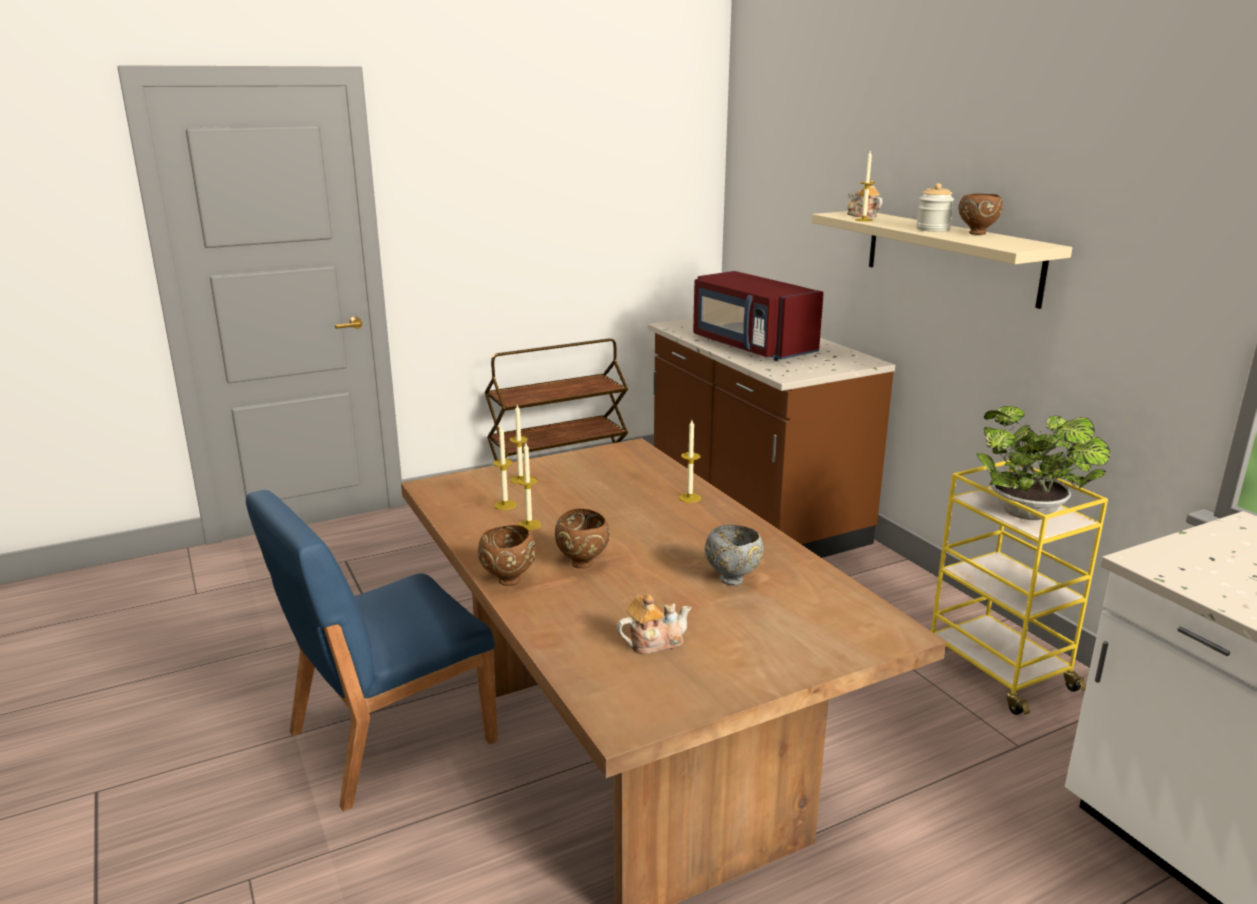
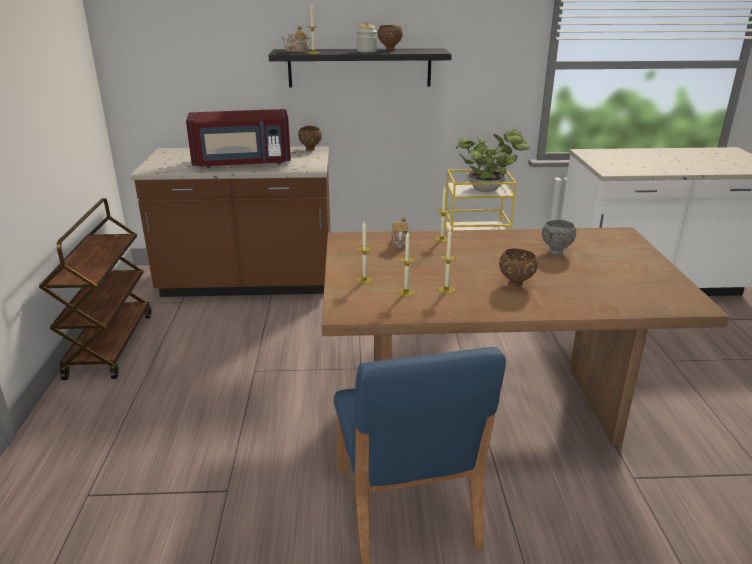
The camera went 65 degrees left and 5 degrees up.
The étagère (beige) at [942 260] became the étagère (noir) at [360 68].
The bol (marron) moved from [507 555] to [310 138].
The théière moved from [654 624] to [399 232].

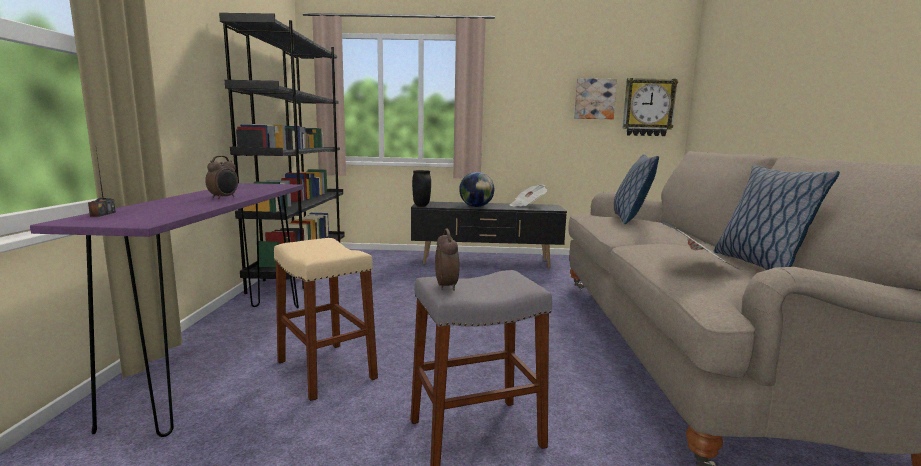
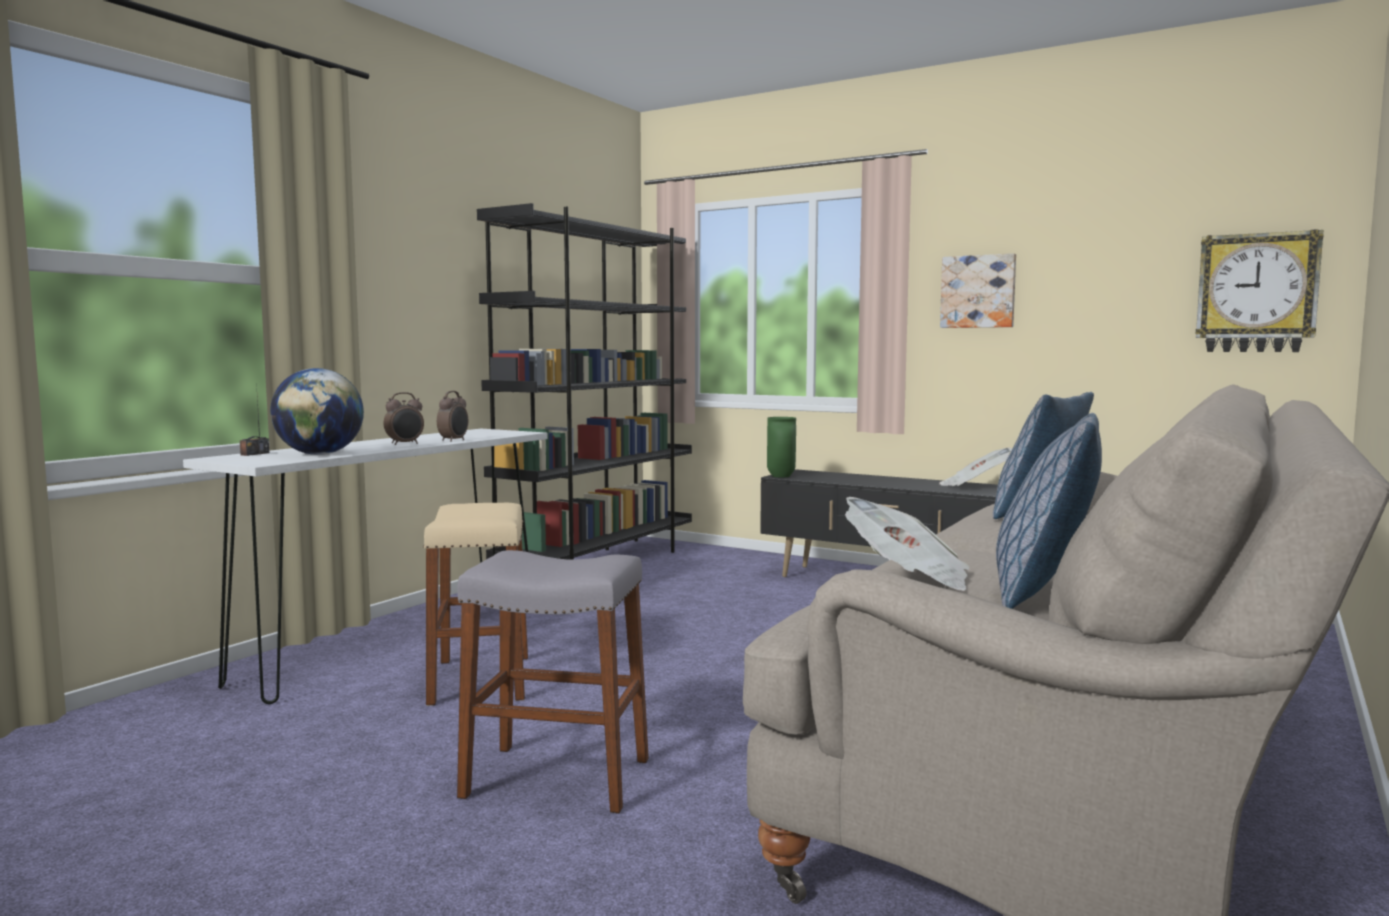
The camera went 30 degrees right and 5 degrees down.
The tableau moved from [595 98] to [978 290].
The vase (noir) at [421 188] became the vase (vert) at [781 447].
The globe moved from [476 189] to [317 411].
The table console (violet) at [166 310] became the table console (blanc) at [365 566].
The réveil moved from [447 260] to [452 416].

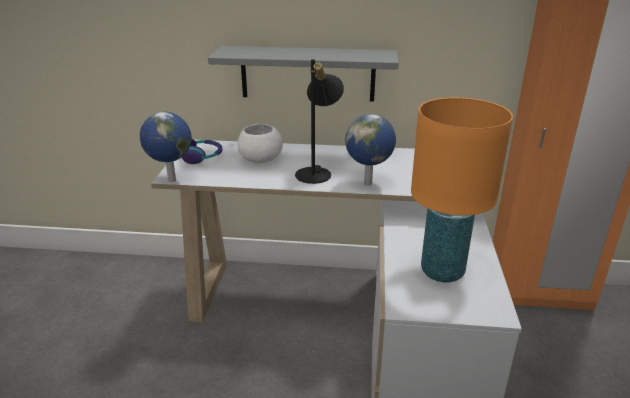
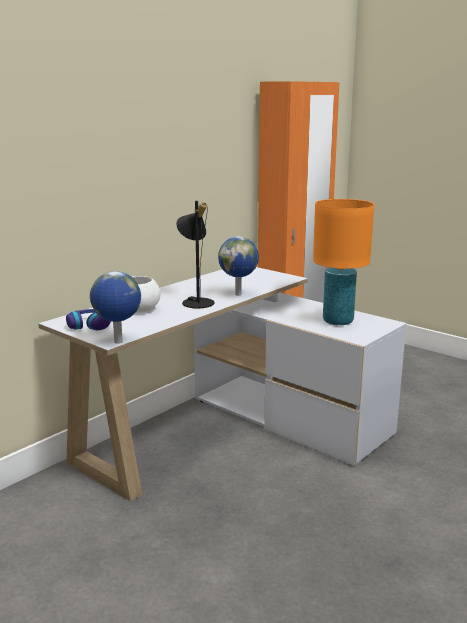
The camera went 55 degrees left and 10 degrees down.
The étagère (gris) at [303 74] disappeared.

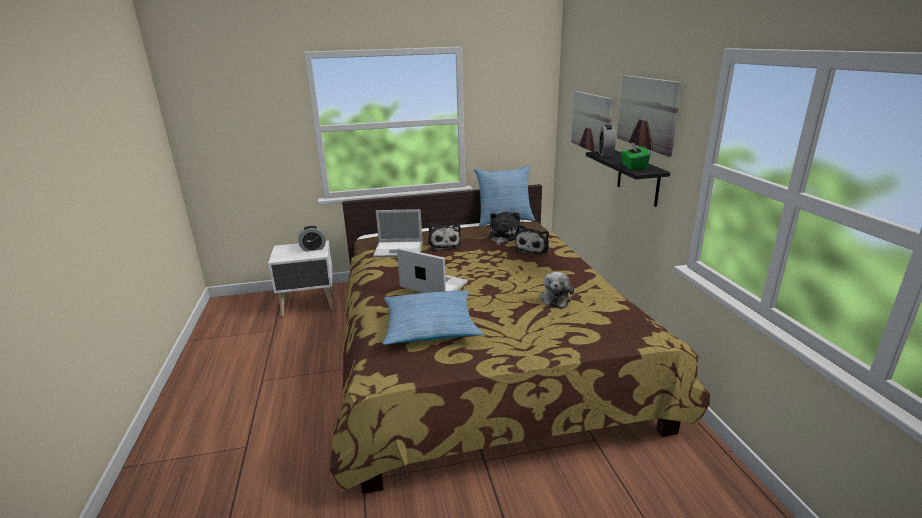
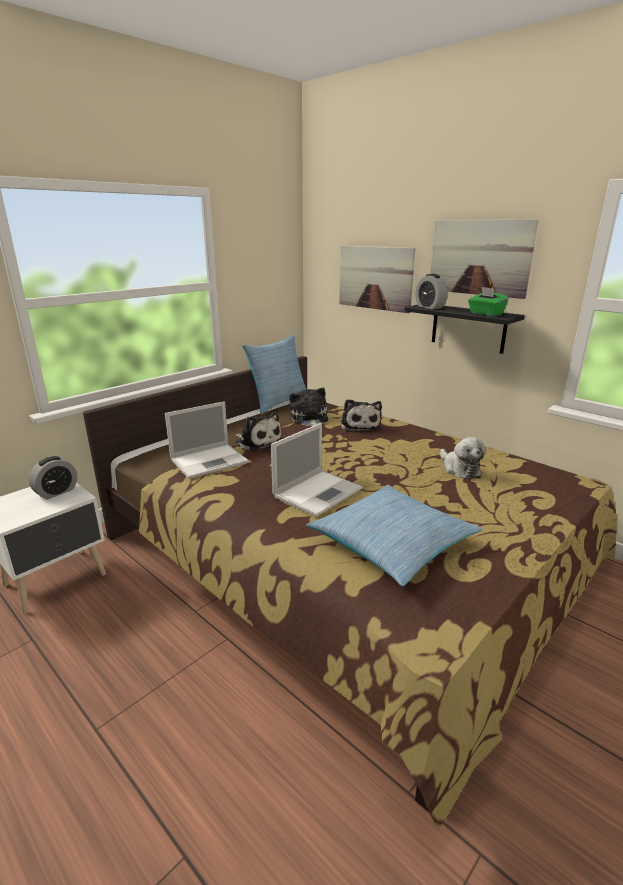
The camera went 35 degrees left and 0 degrees up.
The ordinateur portable at [432 270] turned 135 degrees clockwise.

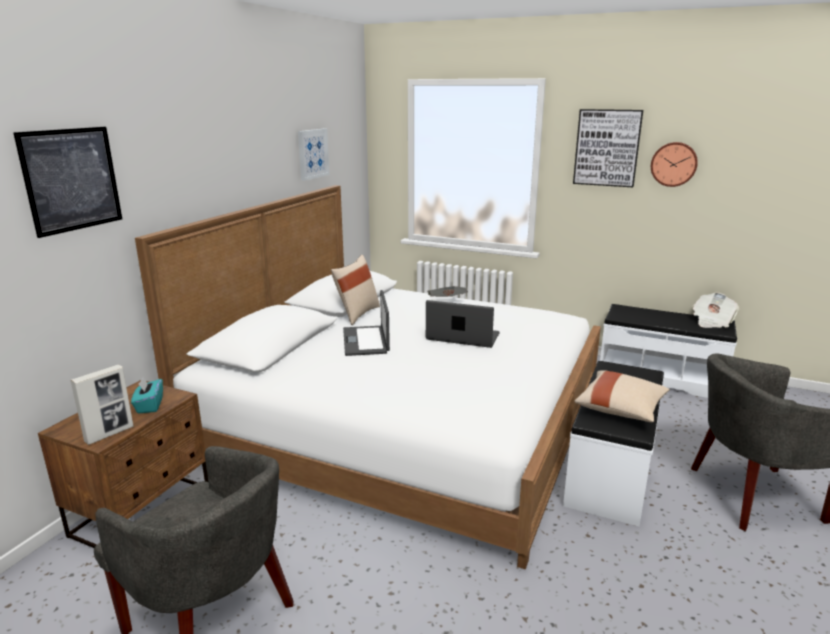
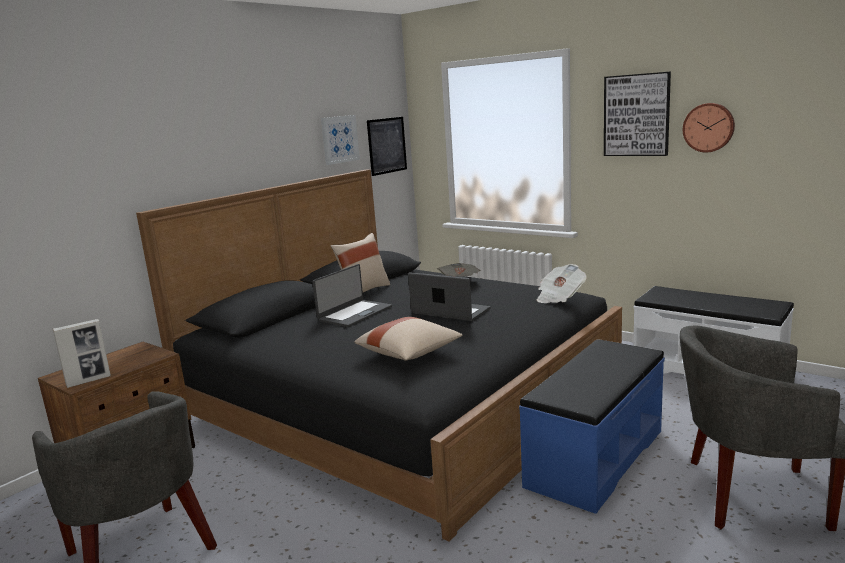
The camera went 15 degrees right and 5 degrees down.
The tableau moved from [67 182] to [387 146].
The lit (blanc) at [368 377] became the lit (noir) at [379 355].
The ordinateur portable at [366 323] turned 150 degrees counterclockwise.
The journal moved from [716 310] to [562 283].
The banc (blanc) at [613 444] became the banc (bleu) at [592 426].
The coussin (beige) moved from [622 396] to [408 339].
The boîte à mouchoirs (turquoise) at [147 395] disappeared.

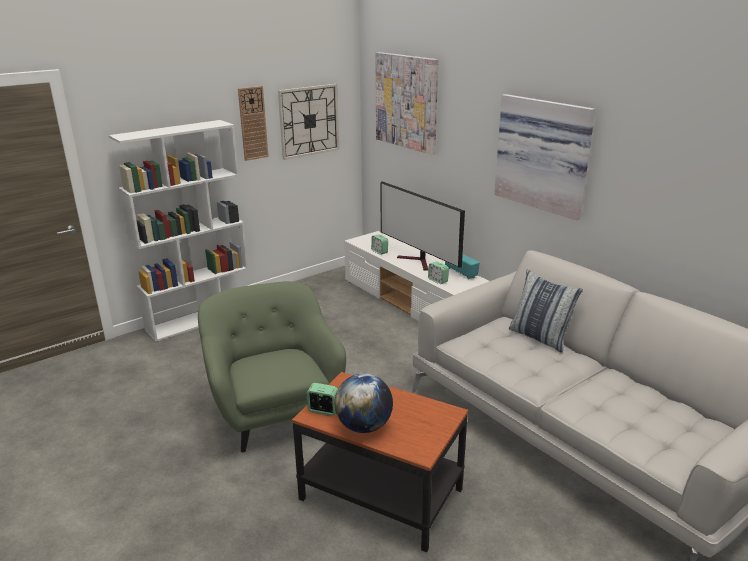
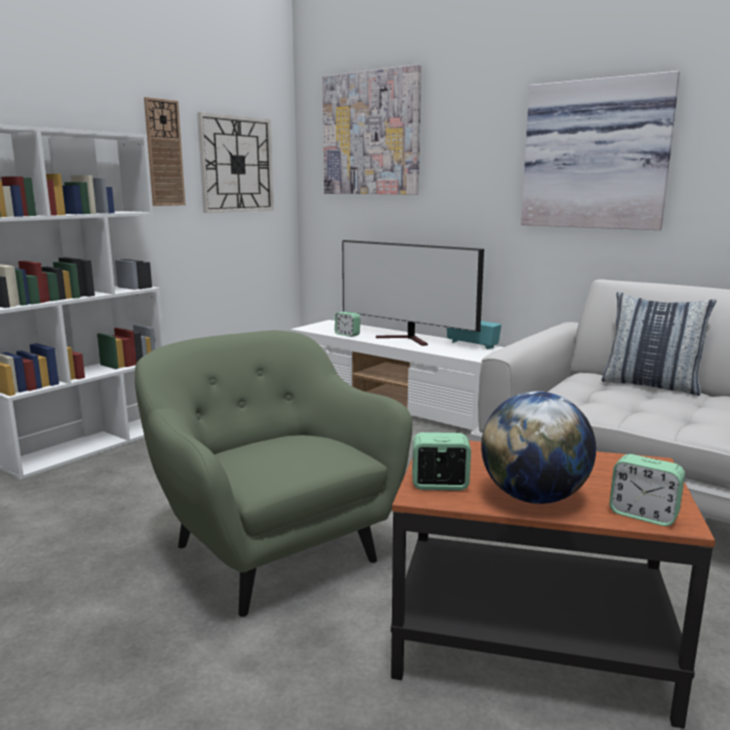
The camera went 15 degrees left and 10 degrees down.
The réveil moved from [438 272] to [647 490].

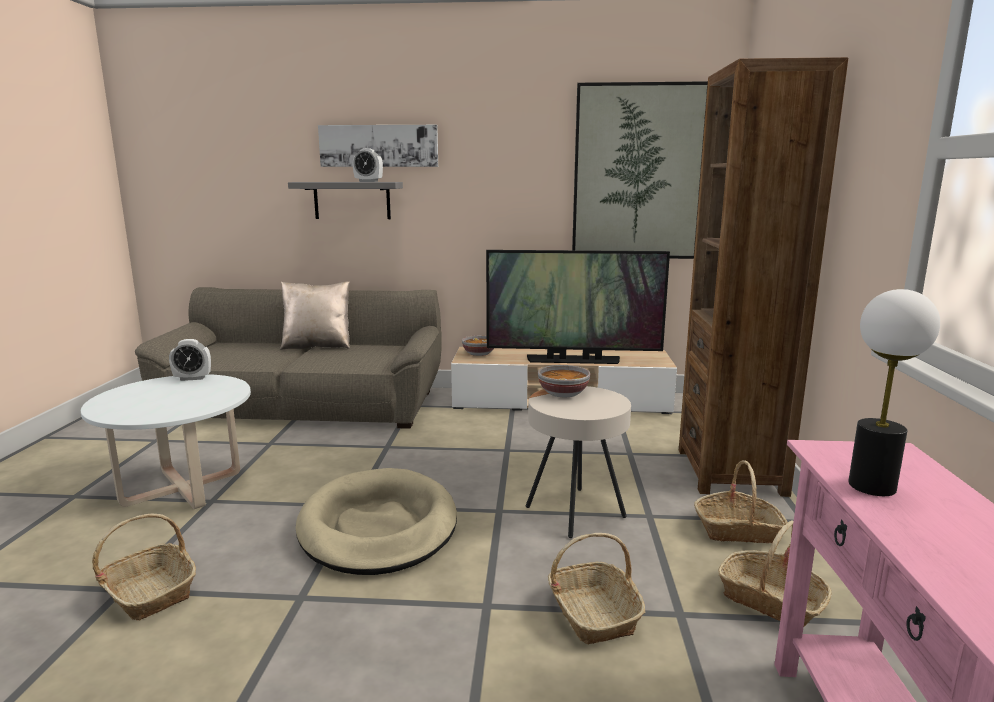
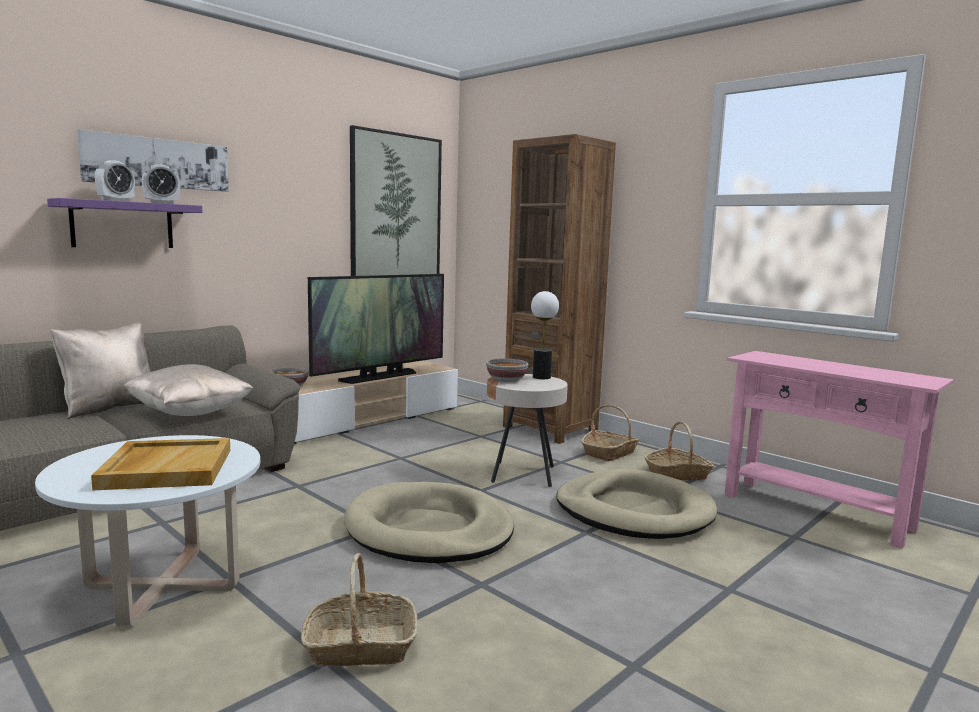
The camera went 50 degrees left and 5 degrees down.
The étagère (gris) at [345 200] became the étagère (violet) at [125 223].
The lampe de table moved from [894 392] to [545 335].
The réveil moved from [190 360] to [115 181].
The panier at [596 589] was replaced by the panier pour chien (beige) at [636 504].
The coussin (beige) at [188 390] appeared.
The plateau (beige) at [160 464] appeared.

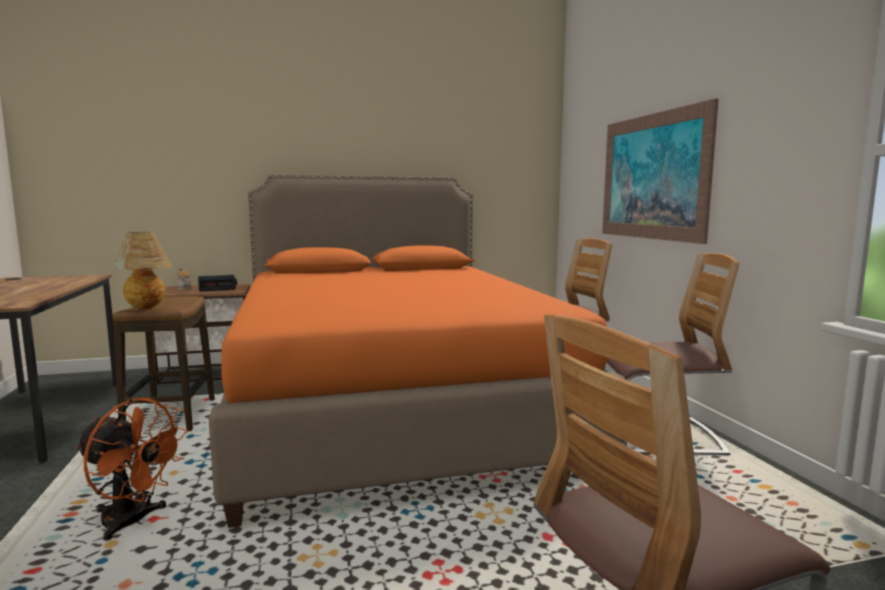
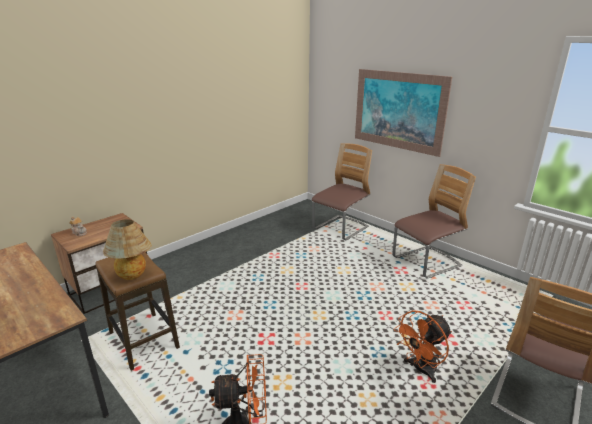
The camera went 30 degrees left and 15 degrees up.
The lit (orange) at [417 351] disappeared.
The réveil at [217 283] disappeared.
The ventilateur (orange) at [423 346] appeared.

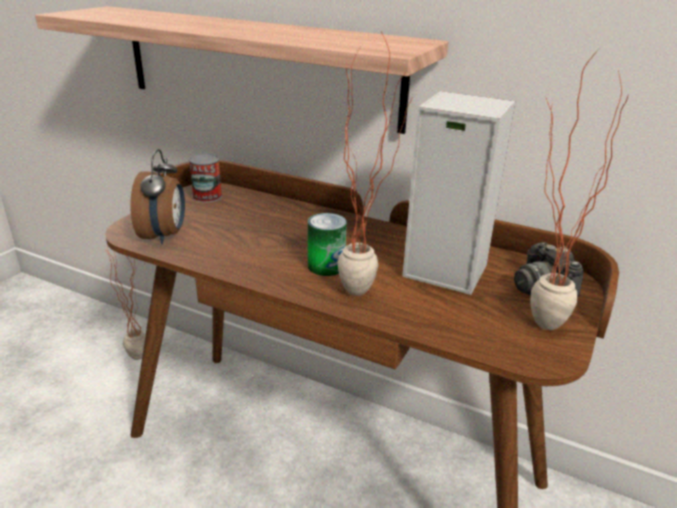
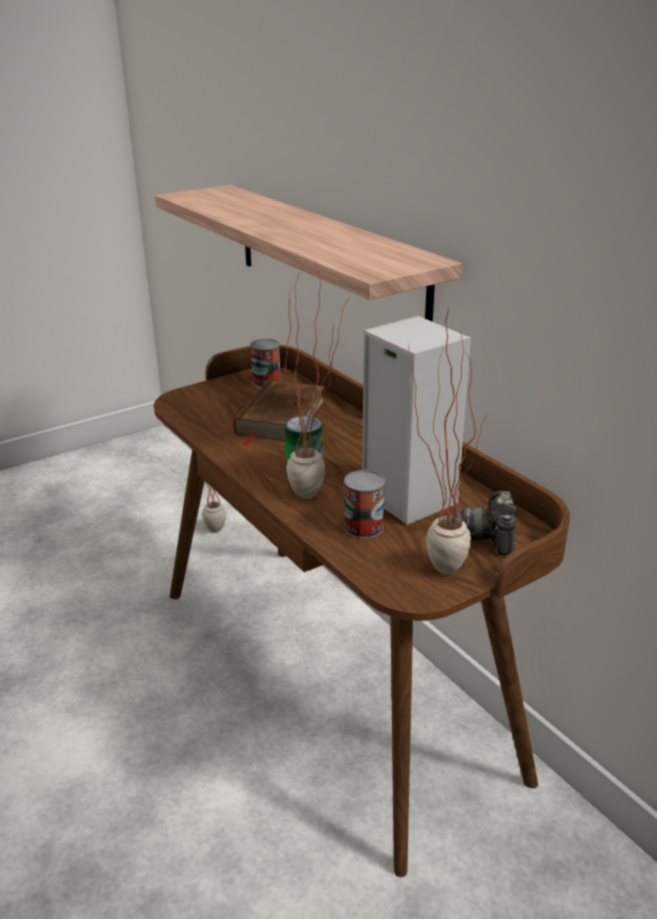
The camera went 30 degrees right and 0 degrees up.
The réveil at [158 196] disappeared.
The livre (marron) at [279 413] appeared.
The boîte métallique at [364 504] appeared.

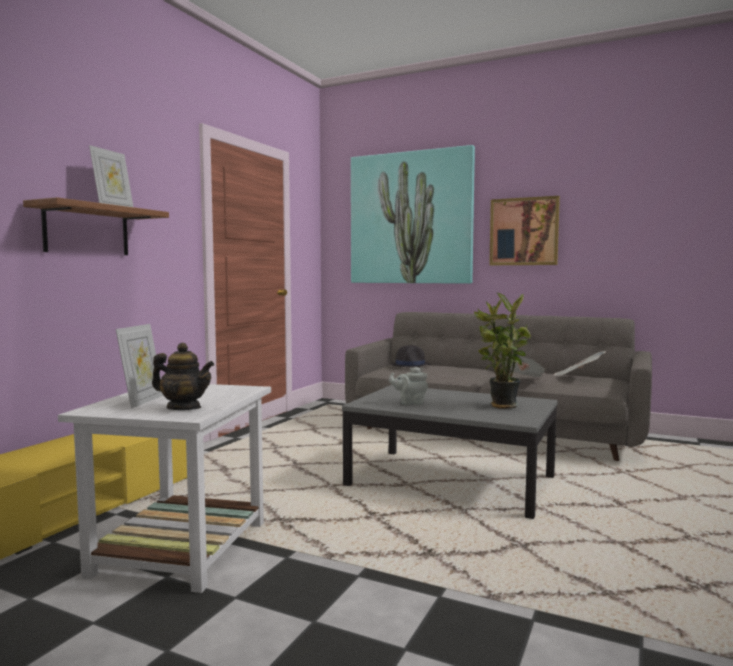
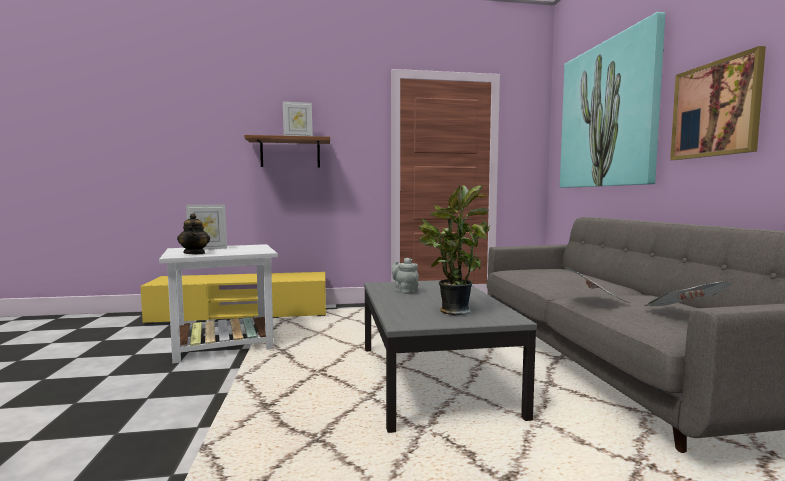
The camera went 55 degrees right and 0 degrees up.
The chapeau (noir) at [410 356] disappeared.

